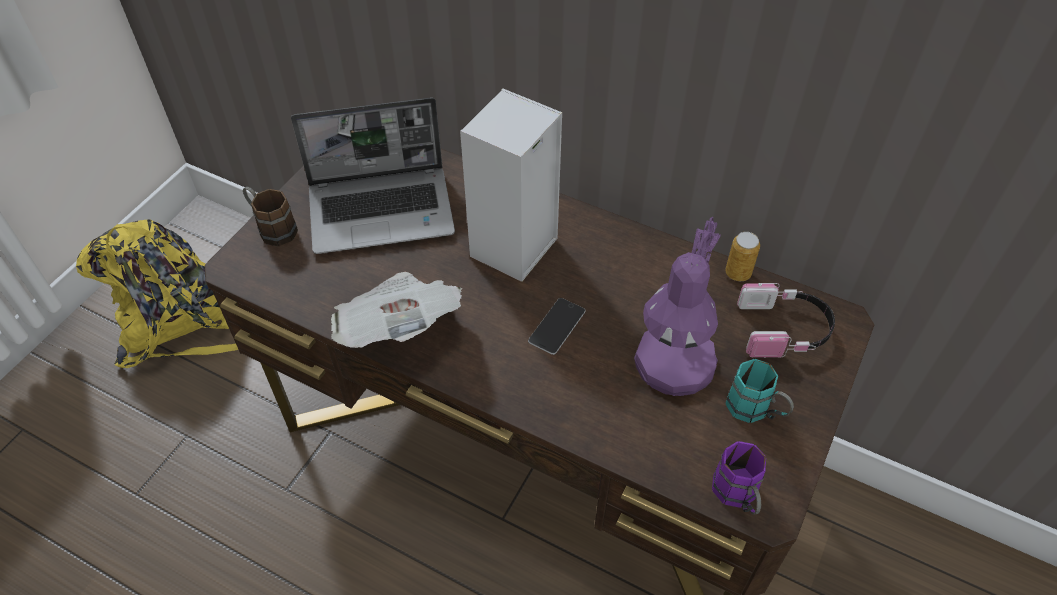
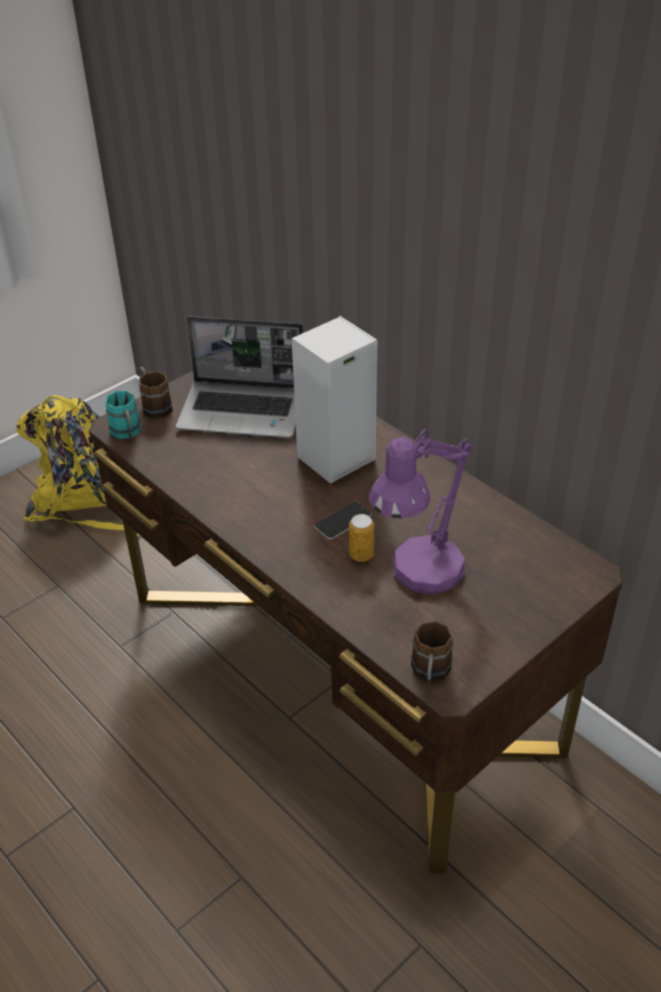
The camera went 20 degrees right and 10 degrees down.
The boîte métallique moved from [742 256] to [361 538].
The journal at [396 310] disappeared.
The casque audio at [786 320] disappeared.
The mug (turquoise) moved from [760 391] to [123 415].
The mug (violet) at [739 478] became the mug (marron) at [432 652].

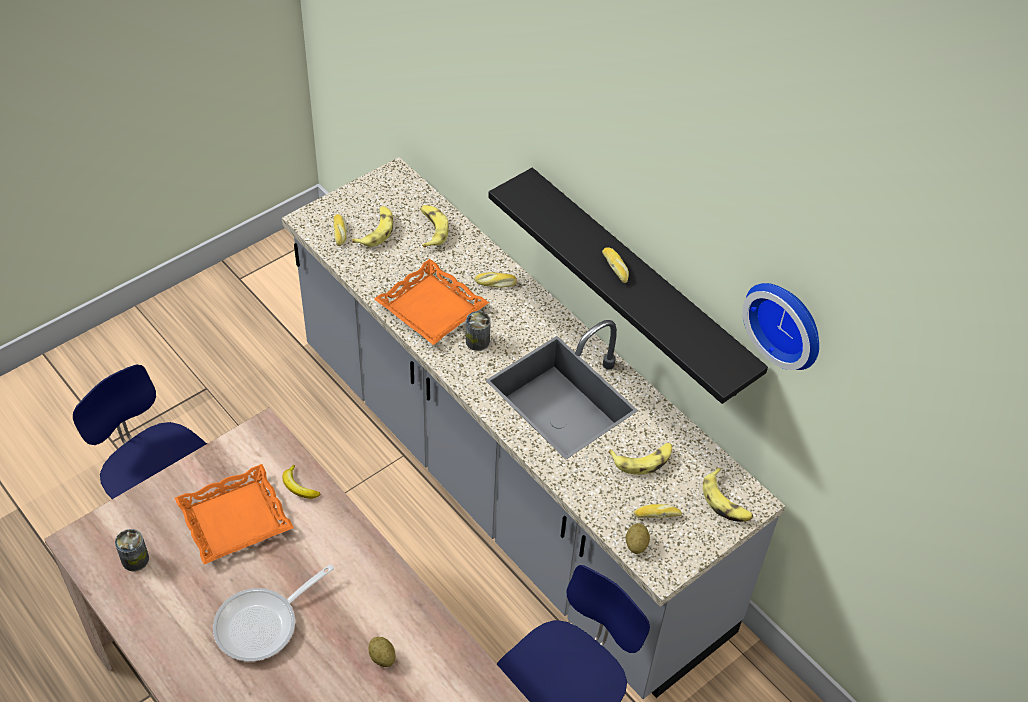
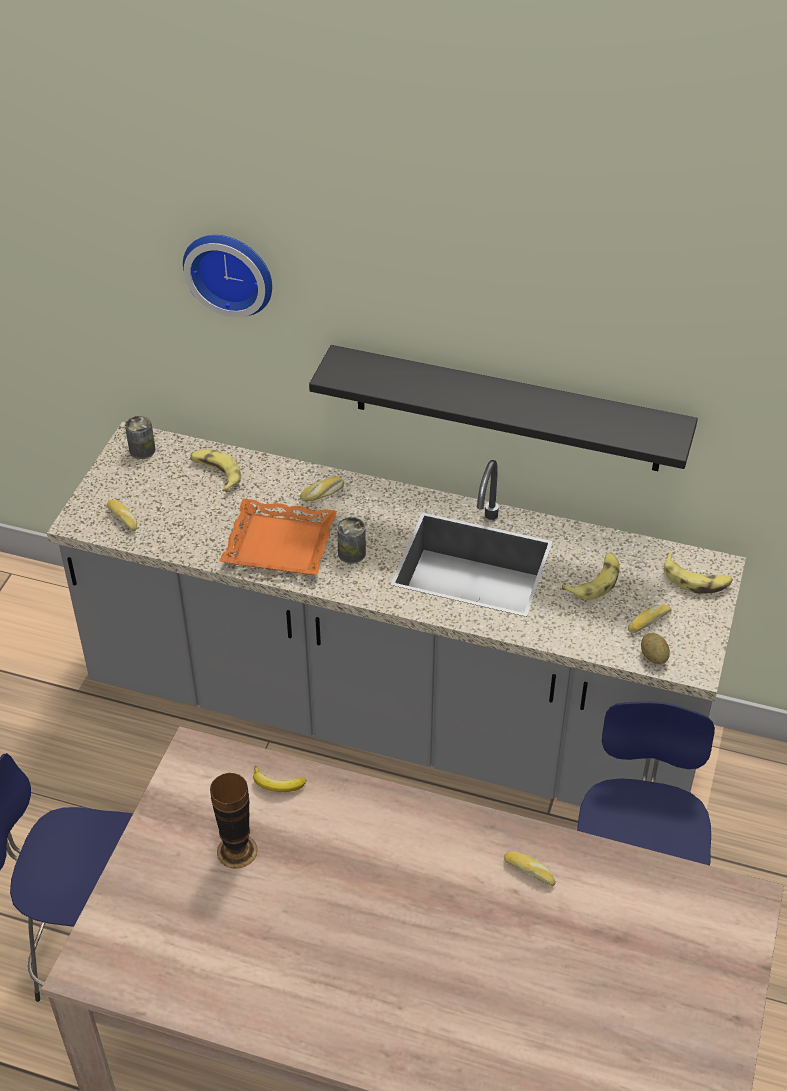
The camera went 30 degrees left and 5 degrees down.
The banane at [372 226] disappeared.
The pain moved from [615 265] to [530 869].
The horloge murale moved from [780 326] to [227 276].
The plateau (orange) at [234 514] was replaced by the vase at [234 821].
The boîte métallique moved from [132 550] to [140 437].
The poêle at [273 612] disappeared.
The pomme de terre at [382 652] disappeared.

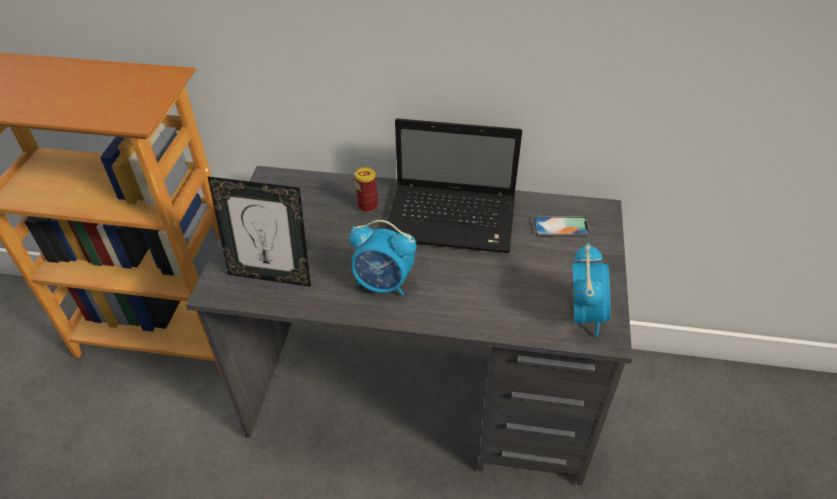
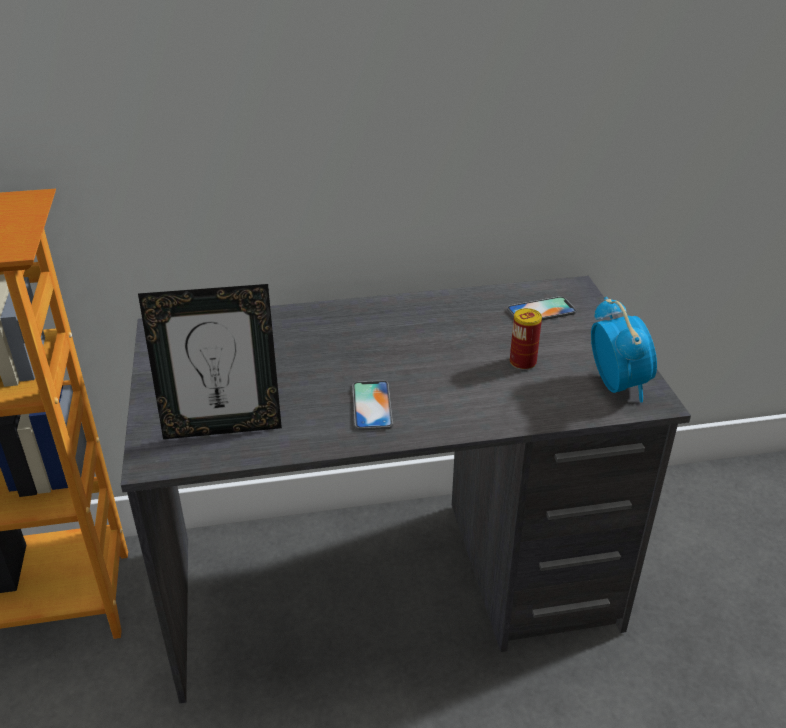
The camera went 20 degrees left and 10 degrees down.
The ordinateur portable at [453 185] disappeared.
The boîte métallique moved from [366 189] to [526 339].
The réveil at [383 258] was replaced by the téléphone at [372 405].

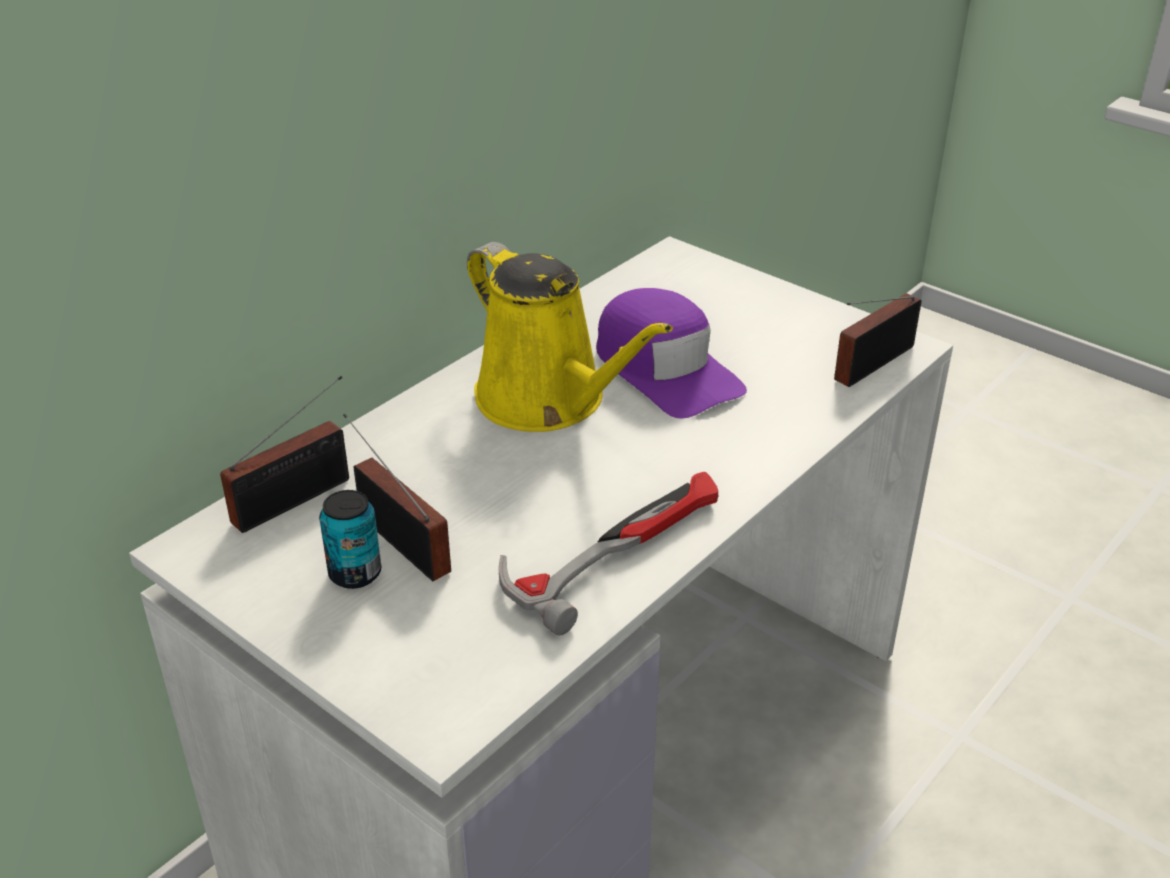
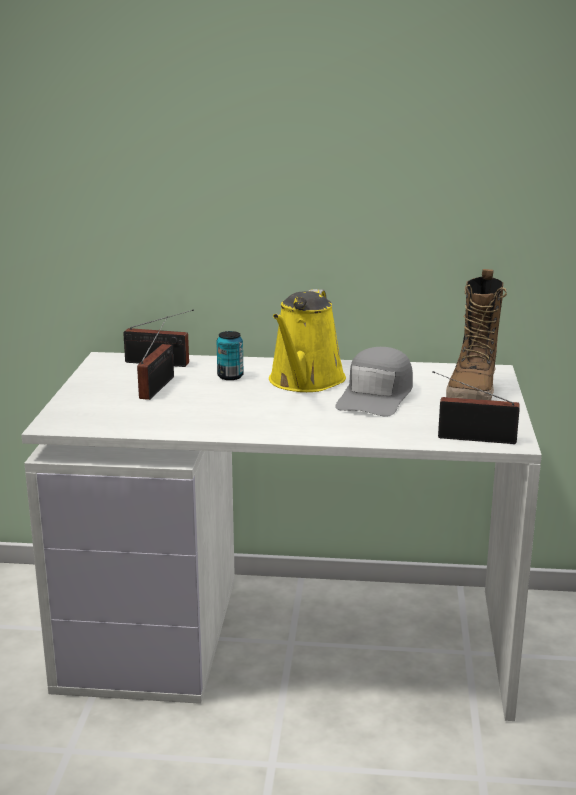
The camera went 55 degrees right and 15 degrees down.
The casquette (violet) at [671 353] became the casquette (gris) at [374 382].
The marteau at [608 554] disappeared.
The boîte métallique moved from [350 539] to [230 355].
The botte at [476 334] appeared.

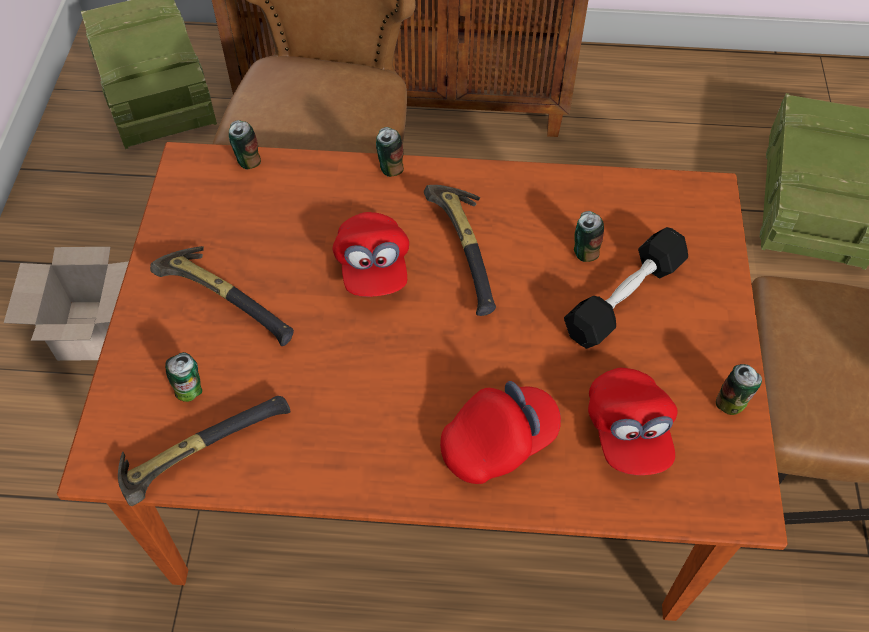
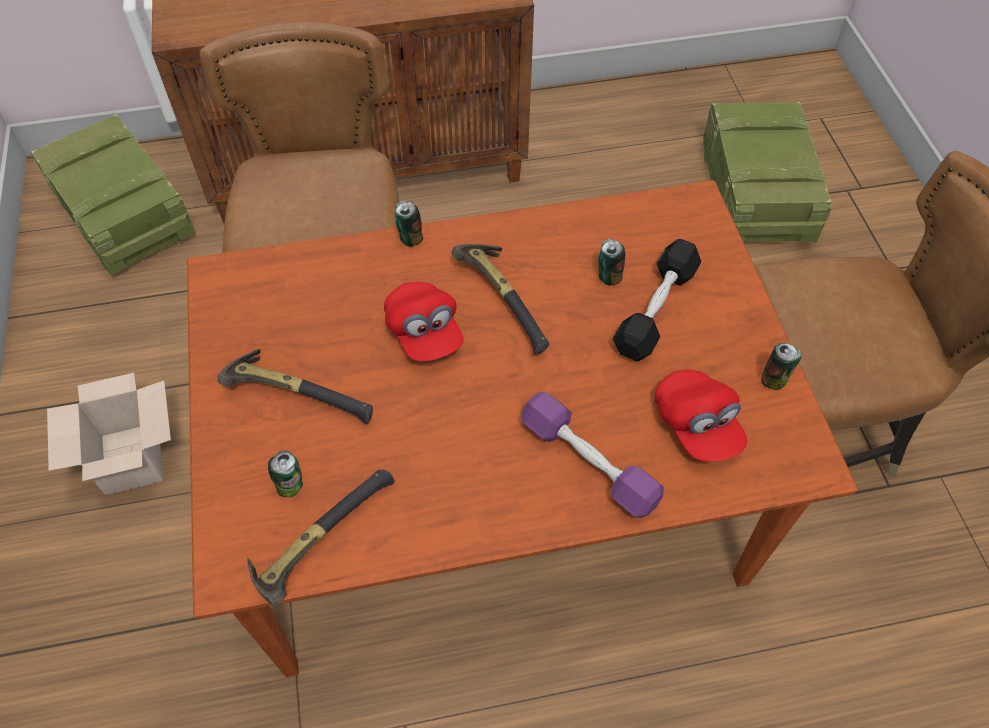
The camera went 15 degrees left and 0 degrees up.
The boîte métallique at [245 144] disappeared.
The casquette (rouge) at [500 432] was replaced by the haltère (violet) at [593 455].

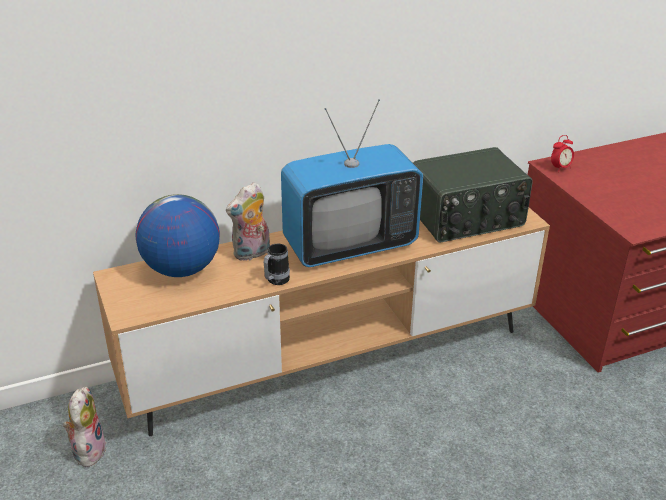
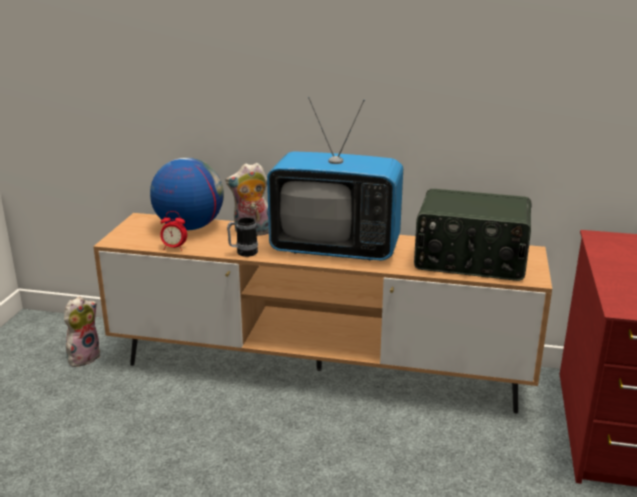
The camera went 35 degrees right and 10 degrees down.
The réveil moved from [562 153] to [173 231].

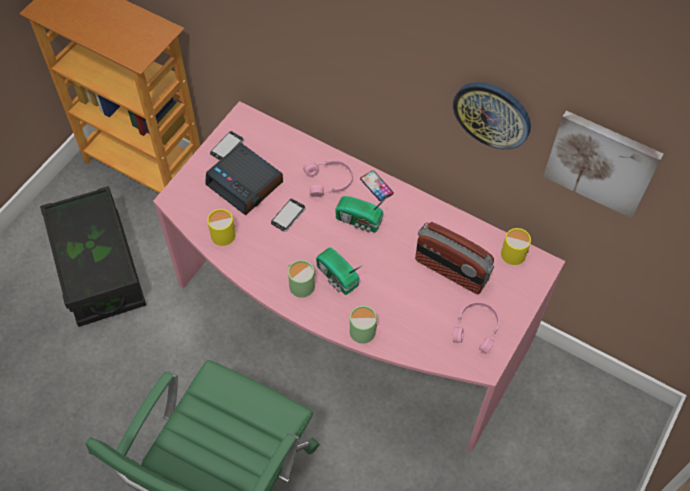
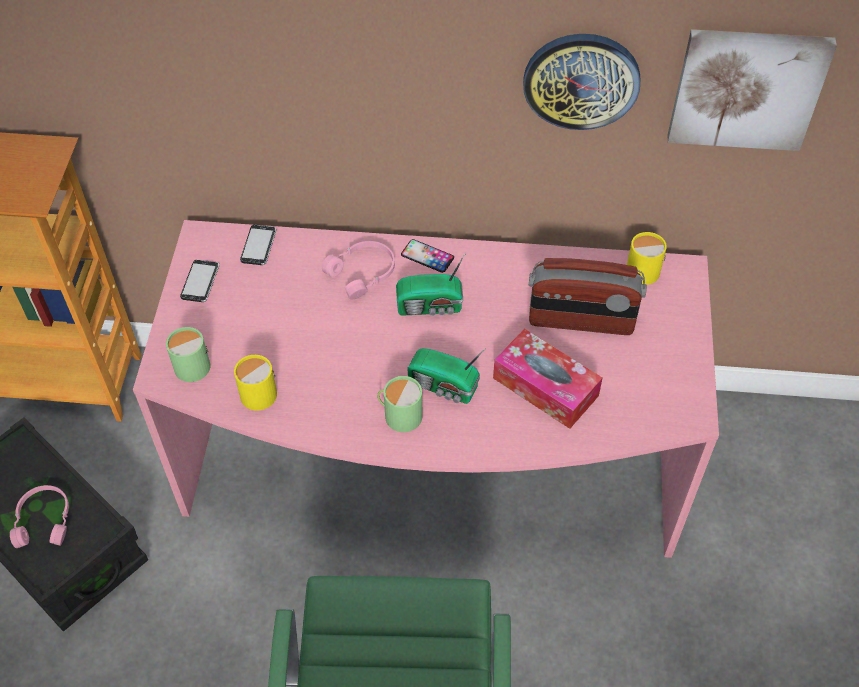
The camera went 25 degrees left and 5 degrees down.
The réveil at [244 179] disappeared.
The téléphone moved from [288 215] to [258 245].
The casque audio (rose) moved from [475 327] to [39 516].
The mug (vert) moved from [363 325] to [188 354].
The boîte à mouchoirs at [547 379] appeared.

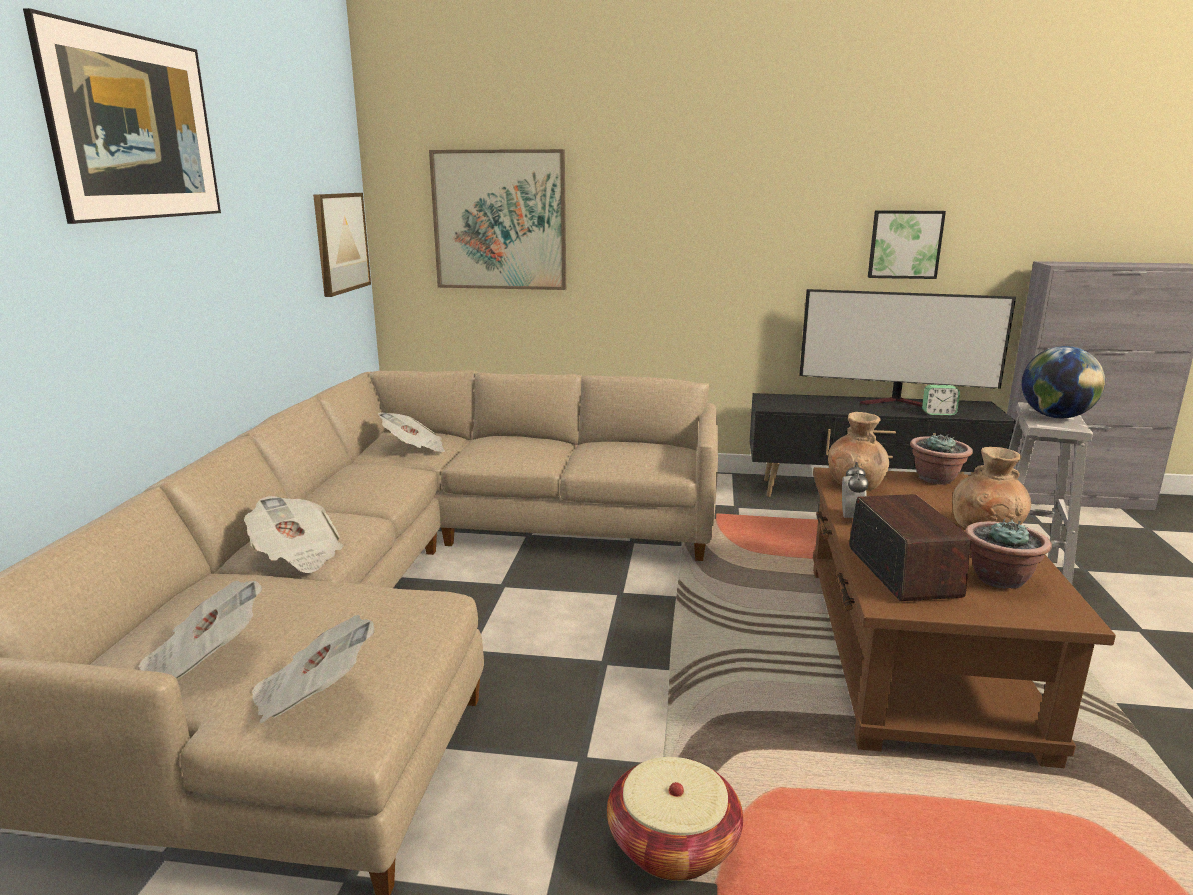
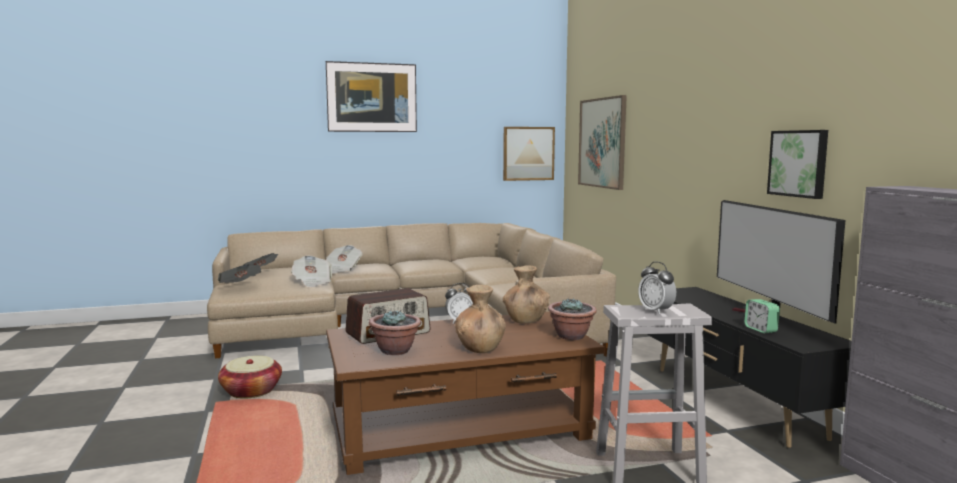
The camera went 65 degrees right and 10 degrees down.
The globe at [1063 382] was replaced by the réveil at [657 288].
The journal moved from [411 432] to [311 271].

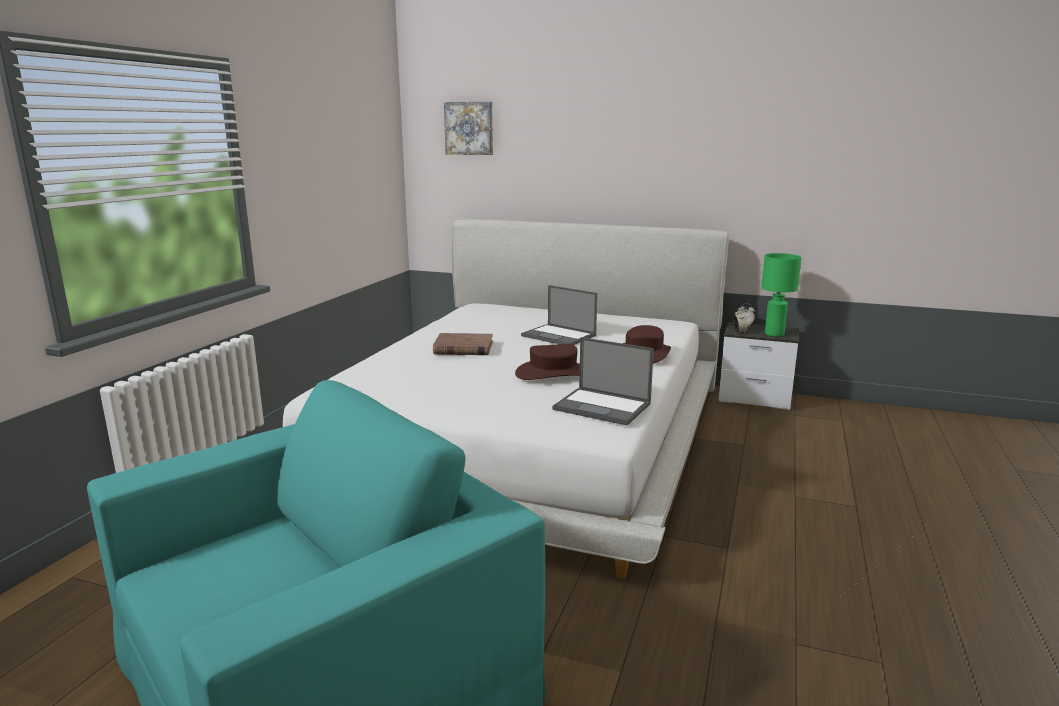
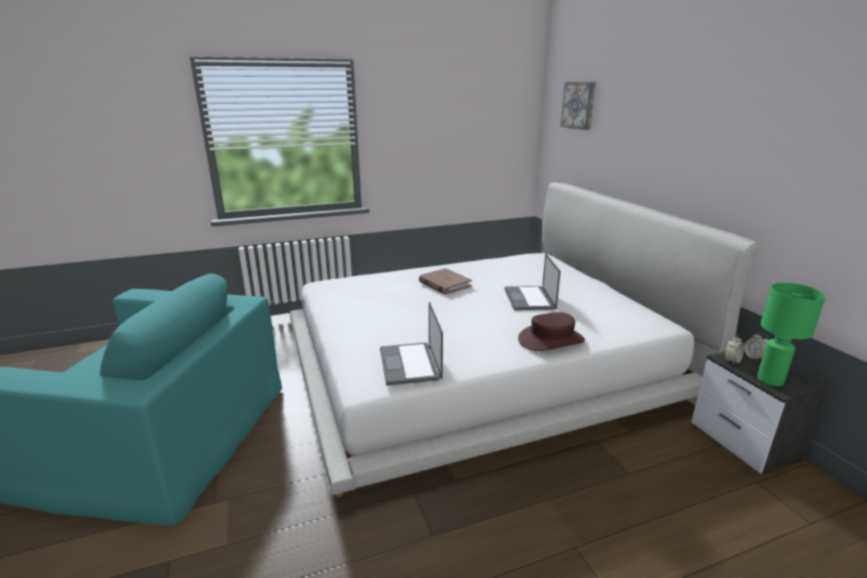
The camera went 50 degrees right and 5 degrees up.
The chapeau (marron) at [547 362] disappeared.

